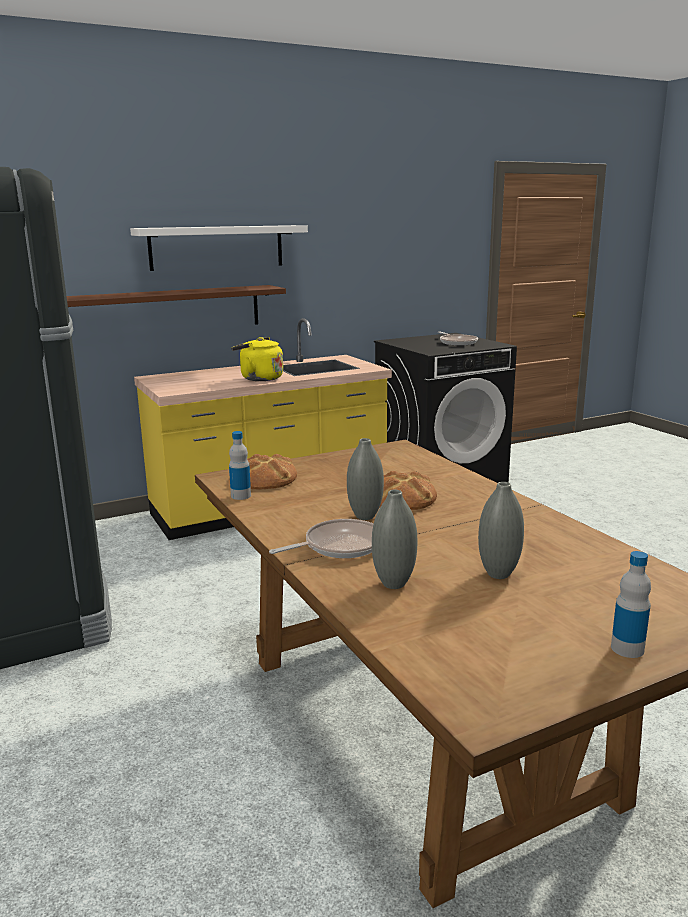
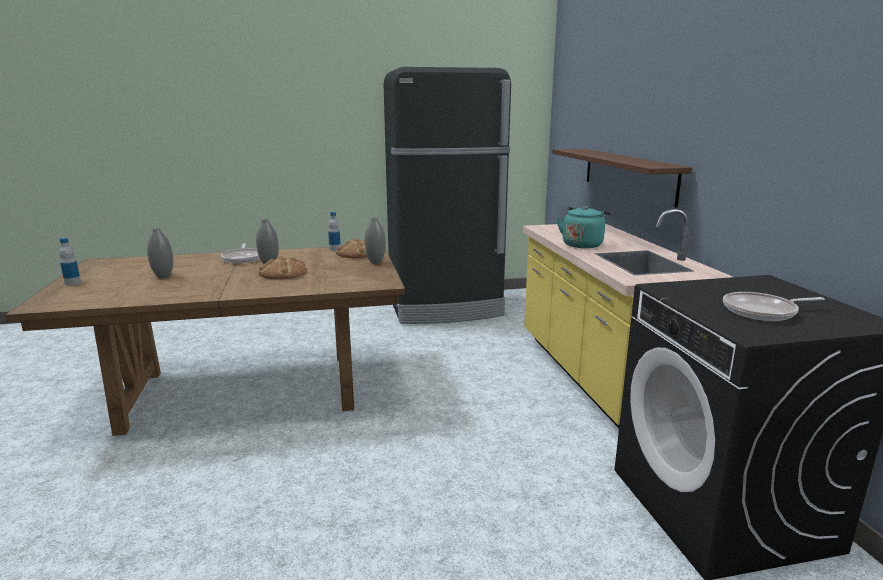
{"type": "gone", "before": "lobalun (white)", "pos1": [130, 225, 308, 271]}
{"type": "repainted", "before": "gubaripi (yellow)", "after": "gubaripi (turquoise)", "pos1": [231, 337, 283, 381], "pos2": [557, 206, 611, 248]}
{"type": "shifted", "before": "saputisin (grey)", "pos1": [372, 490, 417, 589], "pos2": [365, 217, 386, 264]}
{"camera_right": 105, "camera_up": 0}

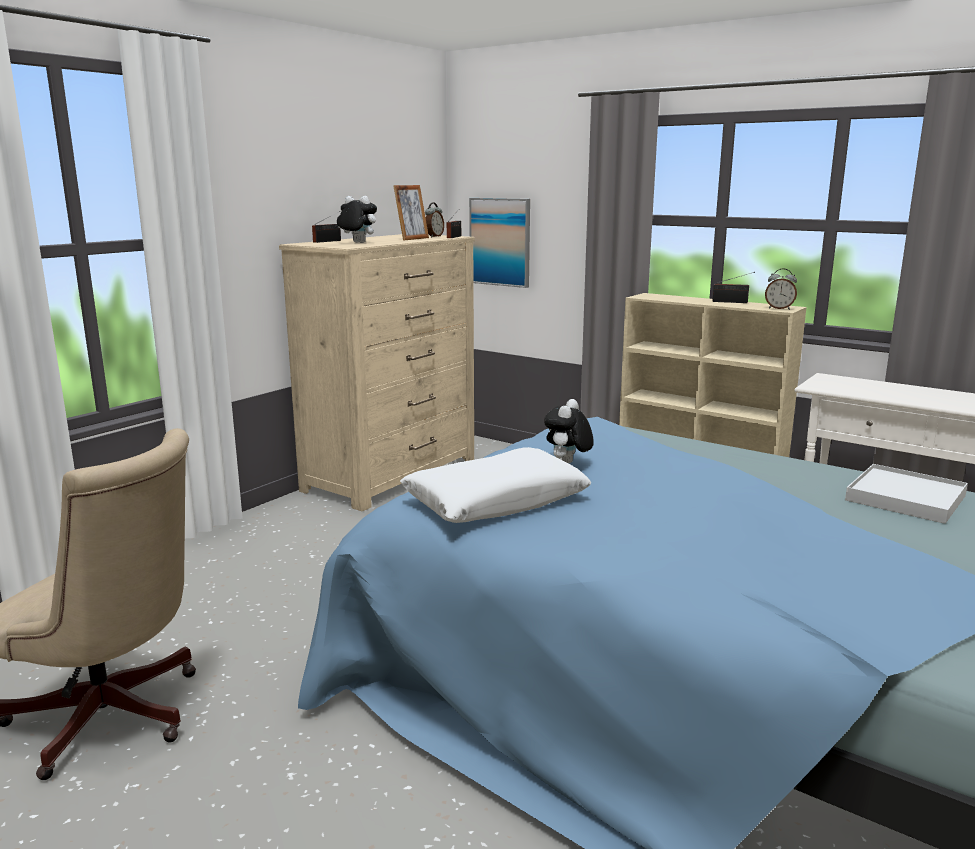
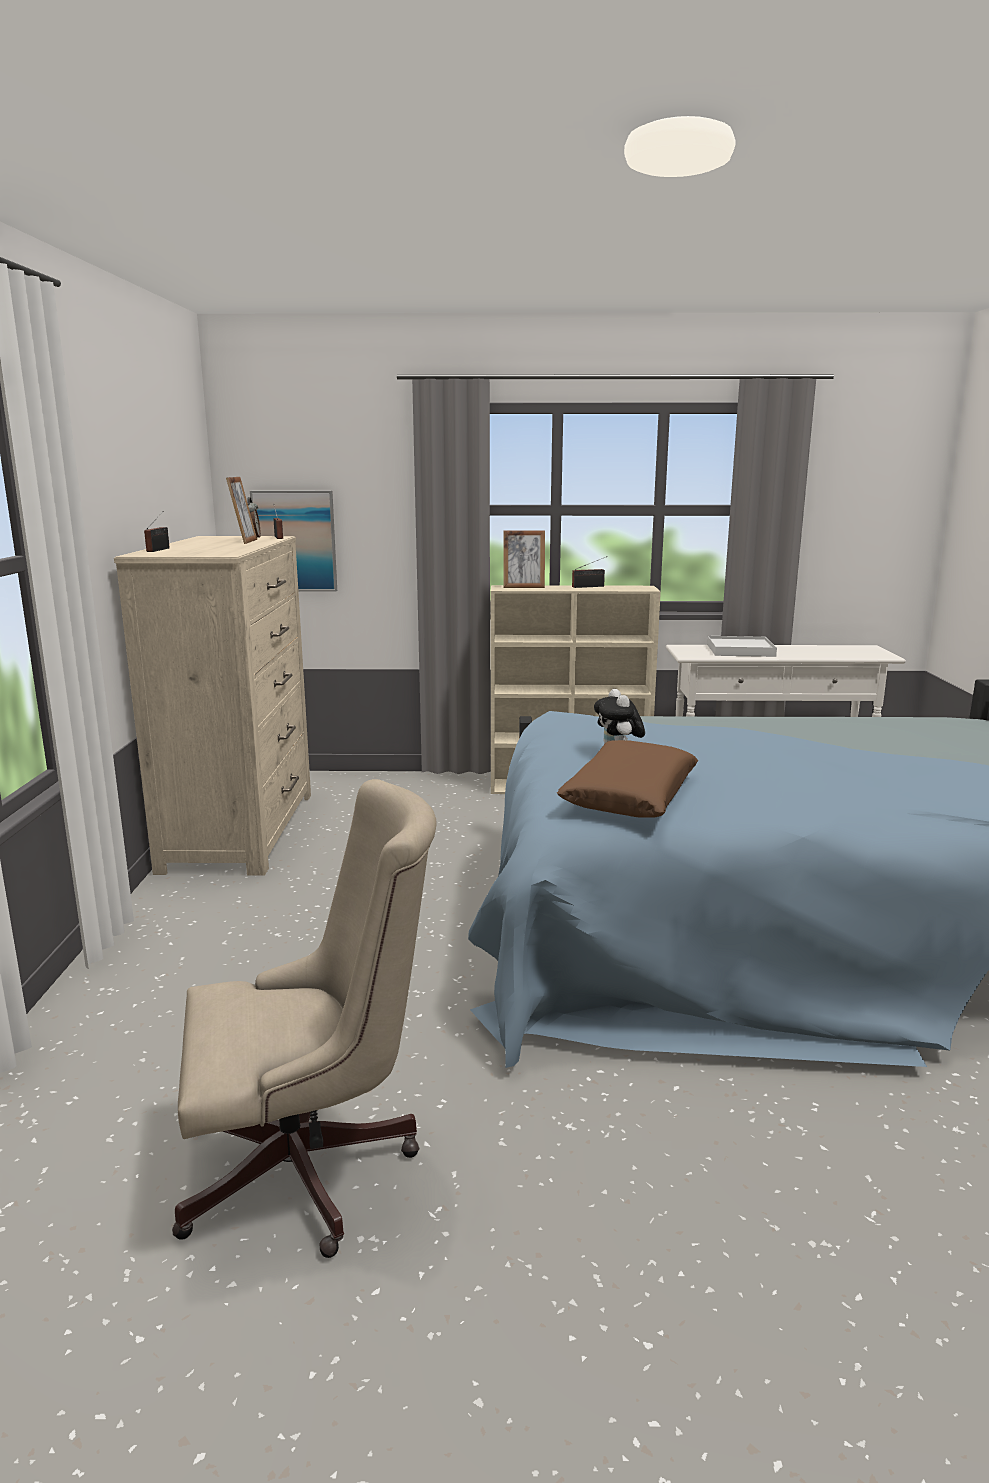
{"type": "gone", "before": "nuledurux", "pos1": [337, 196, 377, 243]}
{"type": "gone", "before": "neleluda", "pos1": [765, 269, 797, 310]}
{"type": "repainted", "before": "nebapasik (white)", "after": "nebapasik (brown)", "pos1": [400, 447, 591, 523], "pos2": [557, 740, 698, 818]}
{"type": "shifted", "before": "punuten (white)", "pos1": [845, 464, 968, 524], "pos2": [707, 636, 777, 657]}
{"type": "new", "after": "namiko", "pos2": [503, 531, 545, 588]}
{"camera_right": -35, "camera_up": 0}

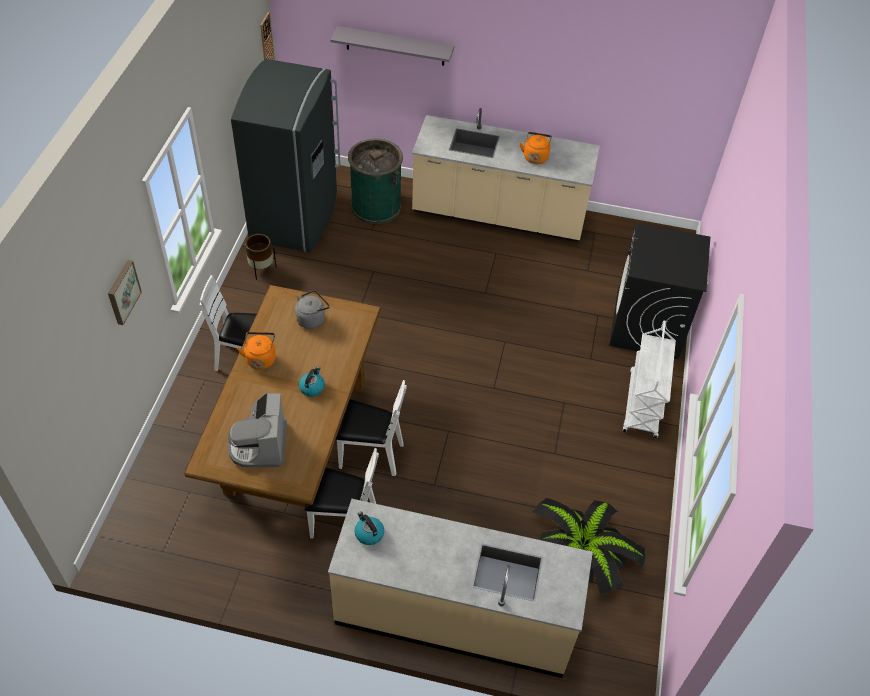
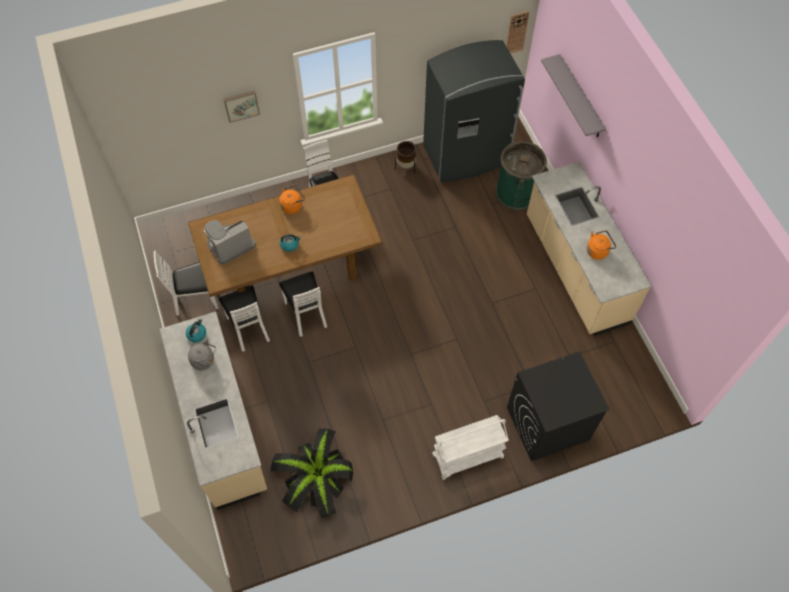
{"type": "shifted", "before": "gubaripi (grey)", "pos1": [295, 290, 330, 329], "pos2": [188, 339, 216, 370]}
{"type": "new", "after": "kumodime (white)", "pos2": [154, 251, 218, 316]}
{"camera_right": 60, "camera_up": 10}

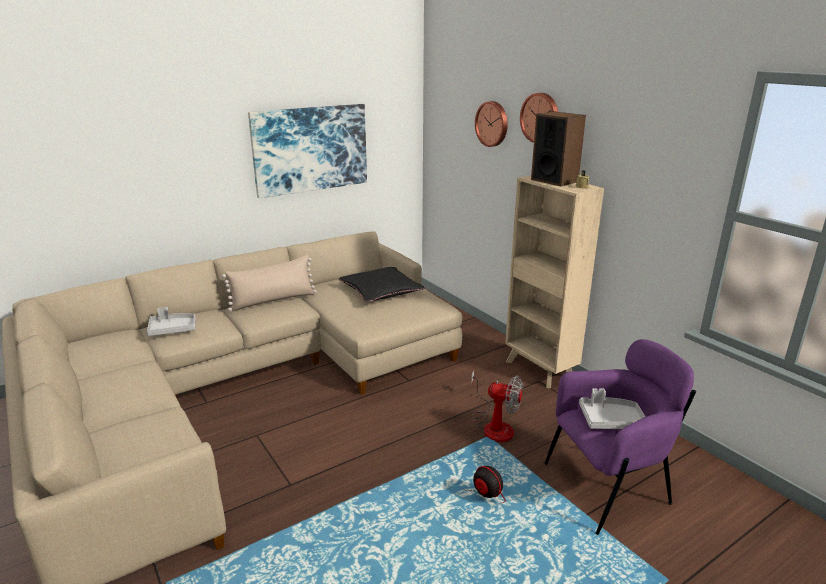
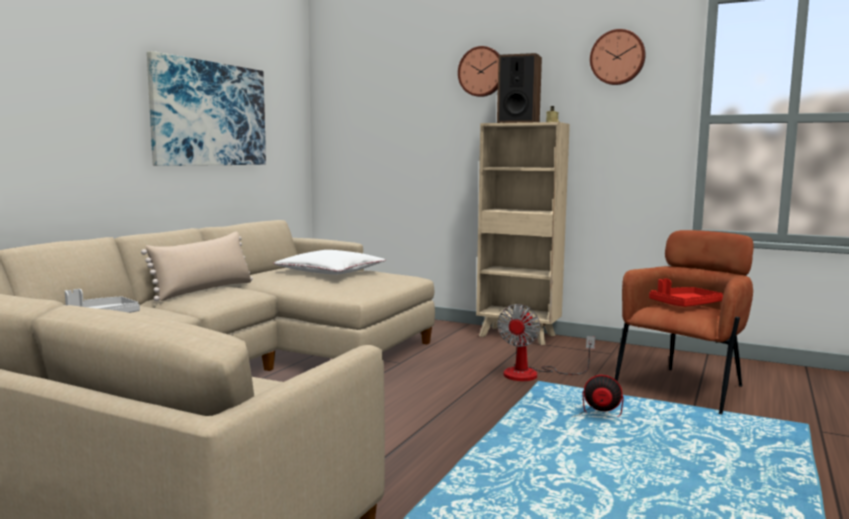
{"type": "shifted", "before": "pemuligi", "pos1": [475, 101, 508, 147], "pos2": [590, 29, 646, 85]}
{"type": "repainted", "before": "nebapasik (black)", "after": "nebapasik (white)", "pos1": [338, 267, 425, 302], "pos2": [273, 250, 386, 274]}
{"type": "repainted", "before": "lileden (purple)", "after": "lileden (brown)", "pos1": [544, 339, 696, 535], "pos2": [615, 230, 754, 414]}
{"type": "rotated", "before": "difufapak", "pos1": [471, 371, 523, 442], "pos2": [497, 304, 595, 381], "turn": 120}
{"type": "repainted", "before": "punuten (grey)", "after": "punuten (red)", "pos1": [579, 389, 645, 429], "pos2": [649, 279, 723, 307]}
{"camera_right": -30, "camera_up": -15}

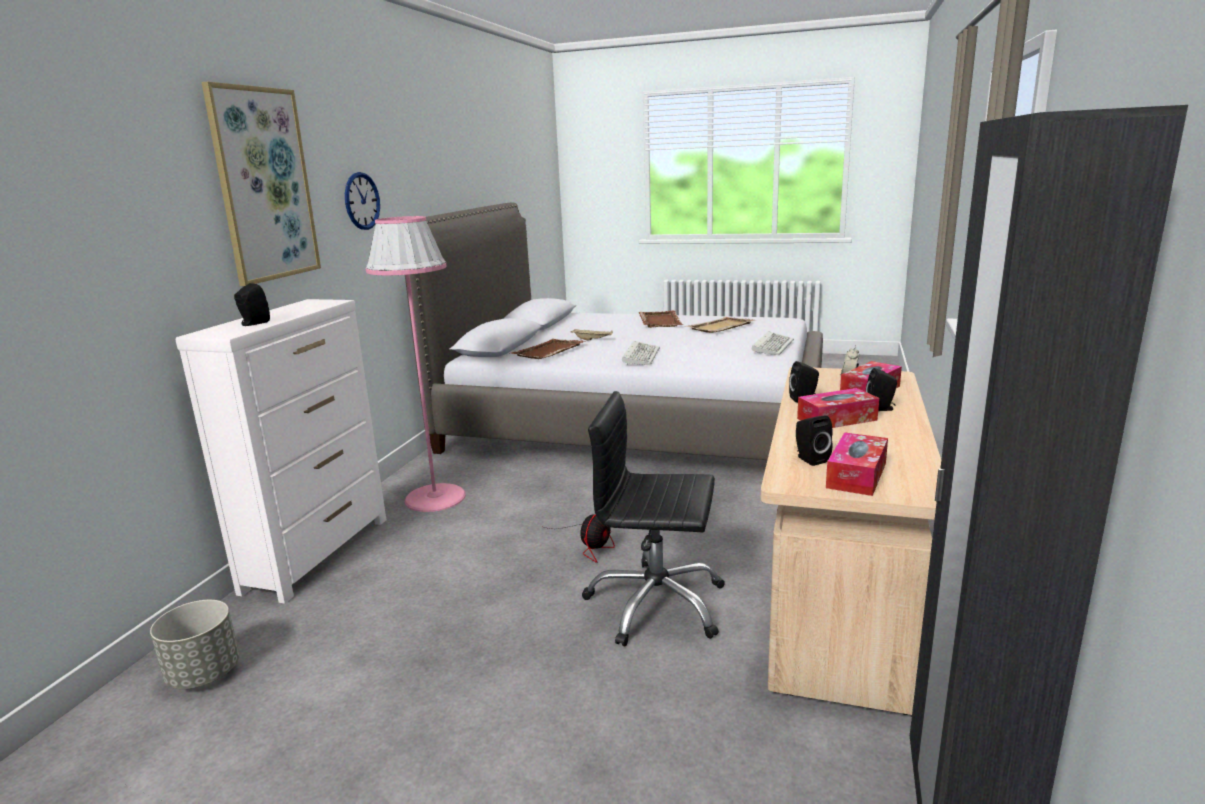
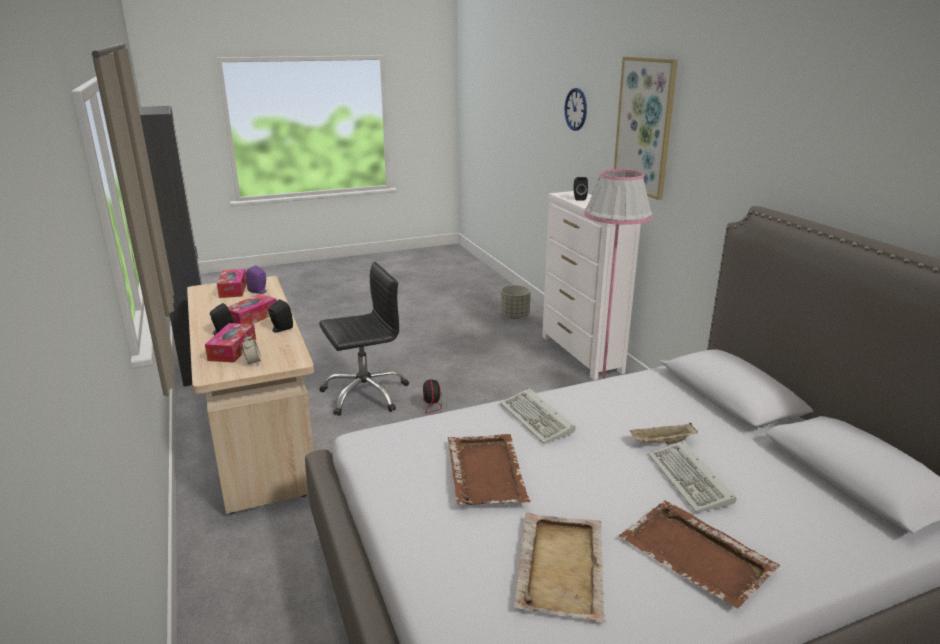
{"type": "shifted", "before": "pemuligi", "pos1": [345, 172, 380, 230], "pos2": [565, 88, 587, 131]}
{"type": "shifted", "before": "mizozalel", "pos1": [752, 331, 794, 355], "pos2": [648, 441, 737, 513]}
{"type": "shifted", "before": "punuten (brown)", "pos1": [511, 339, 586, 359], "pos2": [448, 434, 531, 505]}
{"type": "repainted", "before": "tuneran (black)", "after": "tuneran (purple)", "pos1": [796, 416, 833, 466], "pos2": [246, 265, 267, 294]}
{"camera_right": 140, "camera_up": 5}

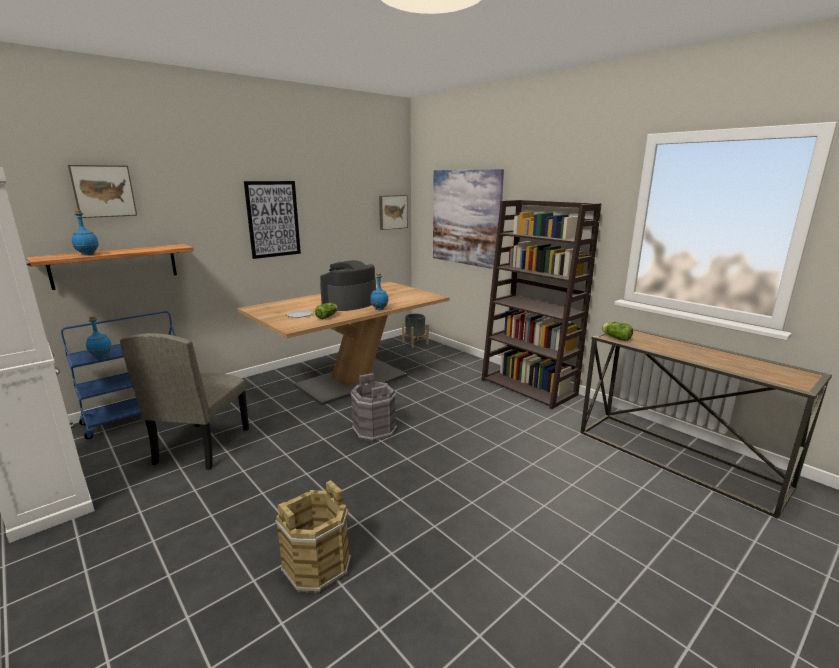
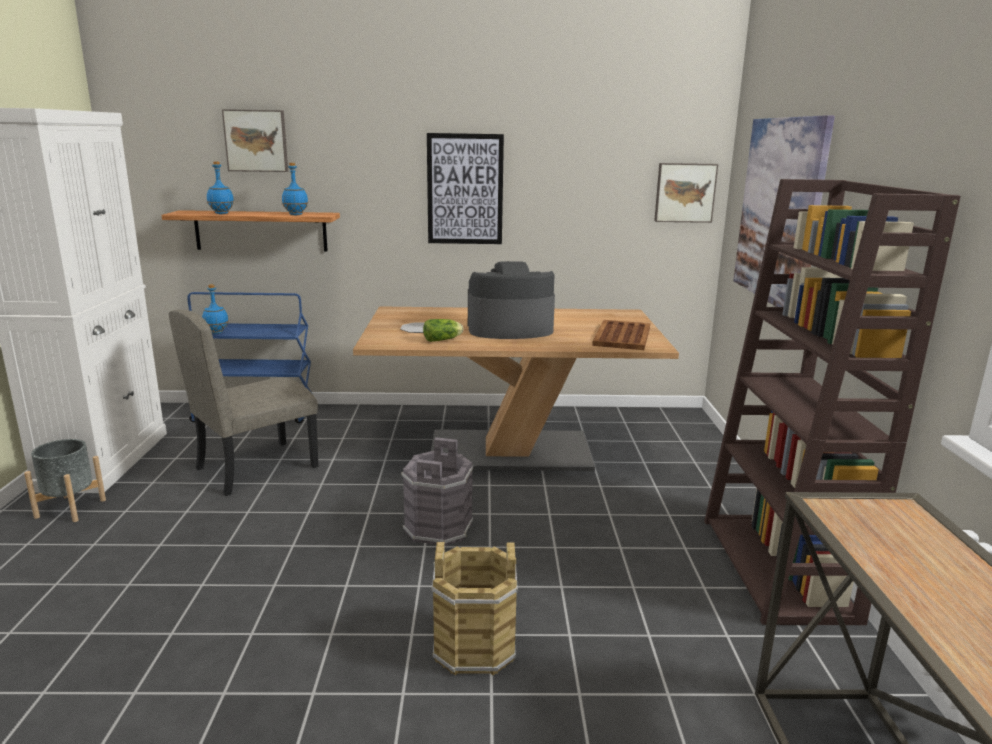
{"type": "shifted", "before": "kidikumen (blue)", "pos1": [370, 273, 388, 310], "pos2": [282, 163, 308, 215]}
{"type": "shifted", "before": "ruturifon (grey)", "pos1": [402, 313, 429, 348], "pos2": [24, 439, 106, 522]}
{"type": "gone", "before": "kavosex", "pos1": [602, 322, 633, 341]}
{"type": "shifted", "before": "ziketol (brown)", "pos1": [275, 480, 351, 593], "pos2": [431, 542, 518, 675]}
{"type": "new", "after": "punuten (brown)", "pos2": [592, 320, 650, 350]}
{"camera_right": 40, "camera_up": 0}

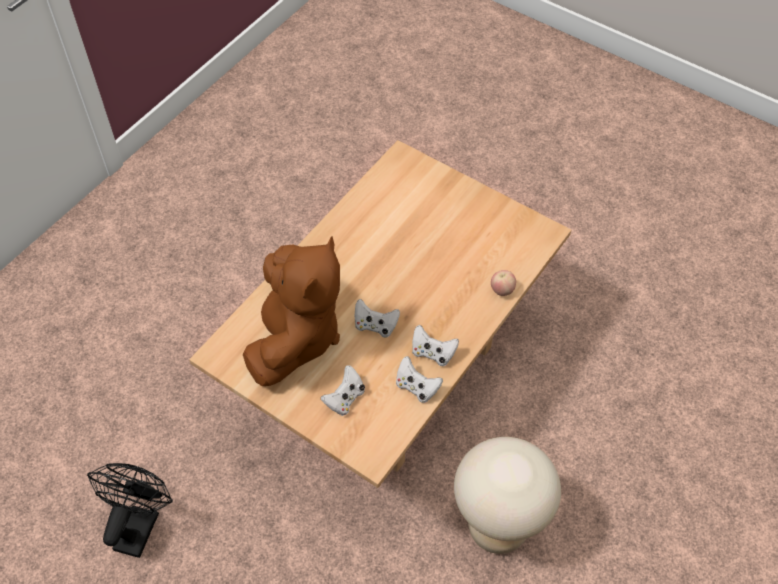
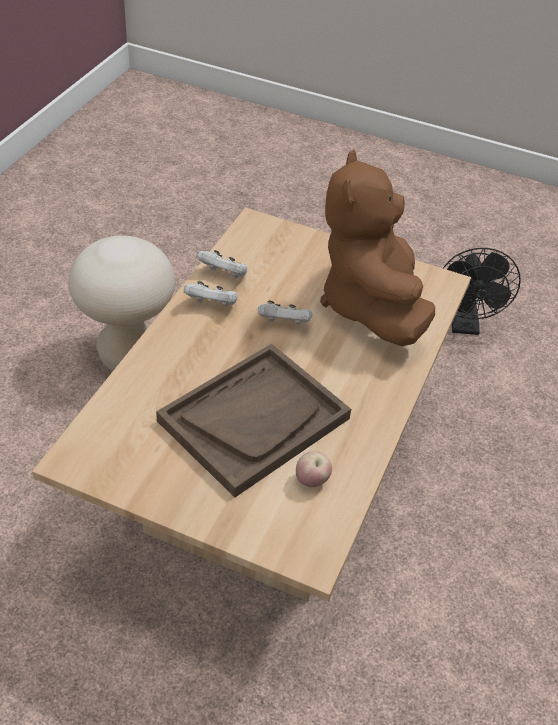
{"type": "shifted", "before": "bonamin", "pos1": [491, 270, 516, 296], "pos2": [296, 451, 332, 487]}
{"type": "gone", "before": "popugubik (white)", "pos1": [321, 366, 365, 416]}
{"type": "new", "after": "punuten (brown)", "pos2": [156, 344, 351, 497]}
{"camera_right": 165, "camera_up": -10}

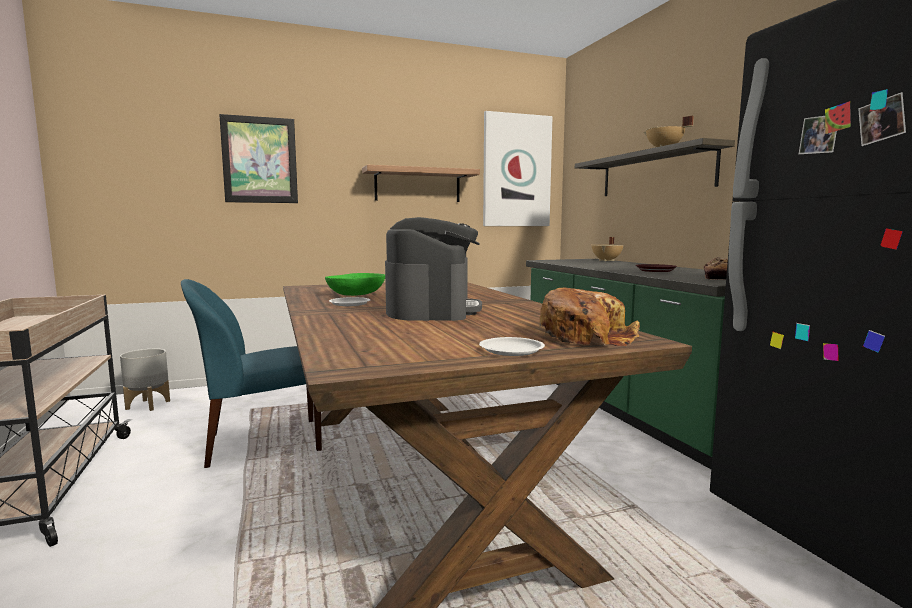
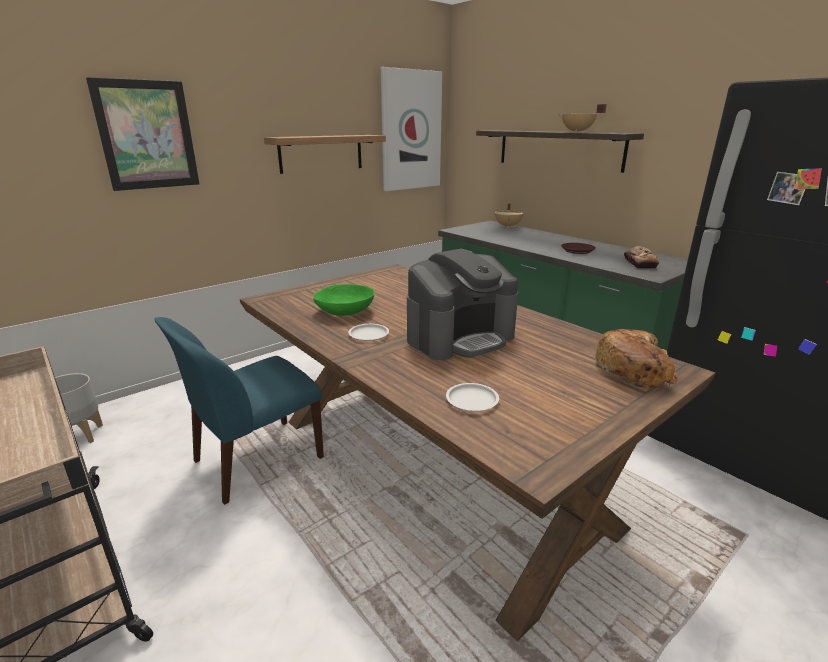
{"type": "rotated", "before": "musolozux", "pos1": [385, 217, 482, 321], "pos2": [407, 249, 518, 360], "turn": 75}
{"type": "shifted", "before": "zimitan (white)", "pos1": [479, 337, 545, 356], "pos2": [446, 383, 499, 411]}
{"camera_right": -20, "camera_up": 15}

